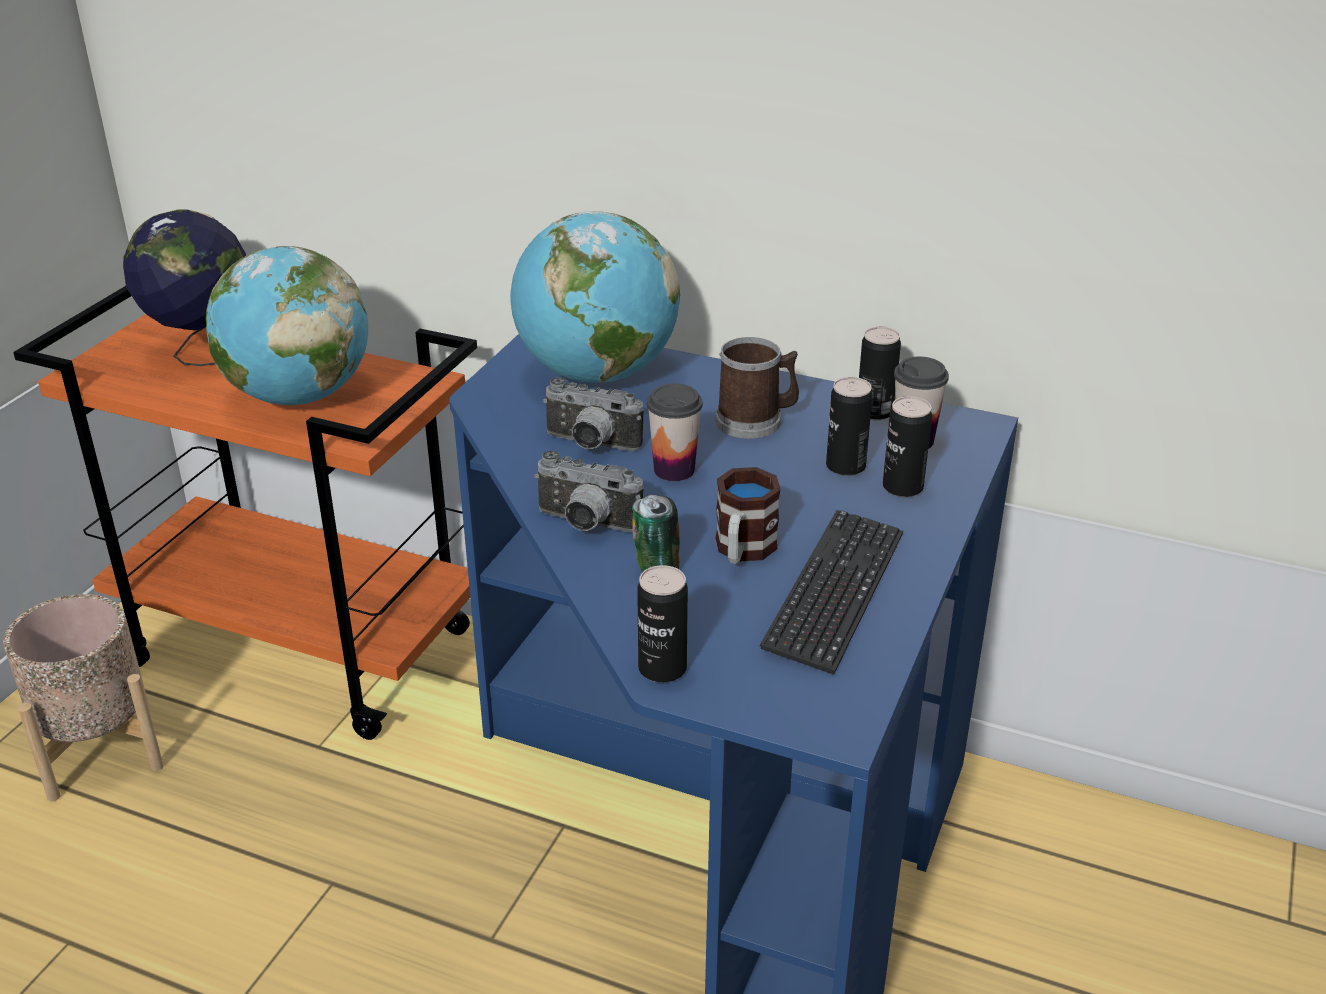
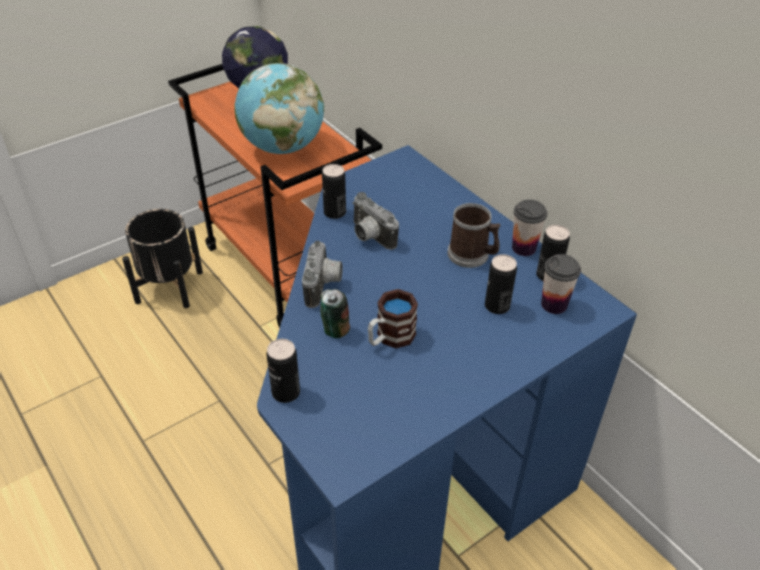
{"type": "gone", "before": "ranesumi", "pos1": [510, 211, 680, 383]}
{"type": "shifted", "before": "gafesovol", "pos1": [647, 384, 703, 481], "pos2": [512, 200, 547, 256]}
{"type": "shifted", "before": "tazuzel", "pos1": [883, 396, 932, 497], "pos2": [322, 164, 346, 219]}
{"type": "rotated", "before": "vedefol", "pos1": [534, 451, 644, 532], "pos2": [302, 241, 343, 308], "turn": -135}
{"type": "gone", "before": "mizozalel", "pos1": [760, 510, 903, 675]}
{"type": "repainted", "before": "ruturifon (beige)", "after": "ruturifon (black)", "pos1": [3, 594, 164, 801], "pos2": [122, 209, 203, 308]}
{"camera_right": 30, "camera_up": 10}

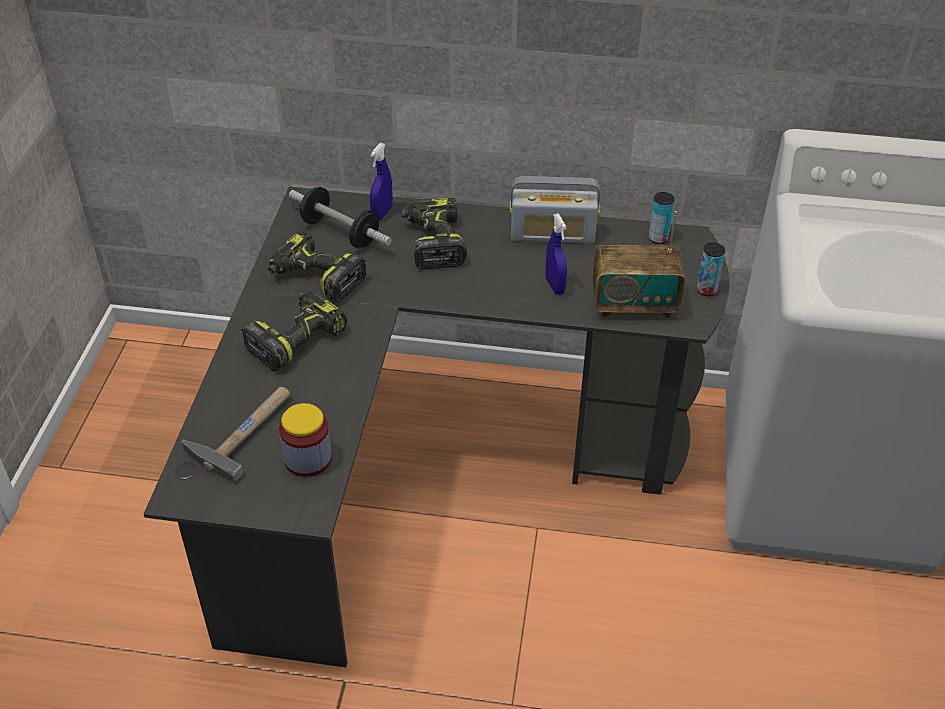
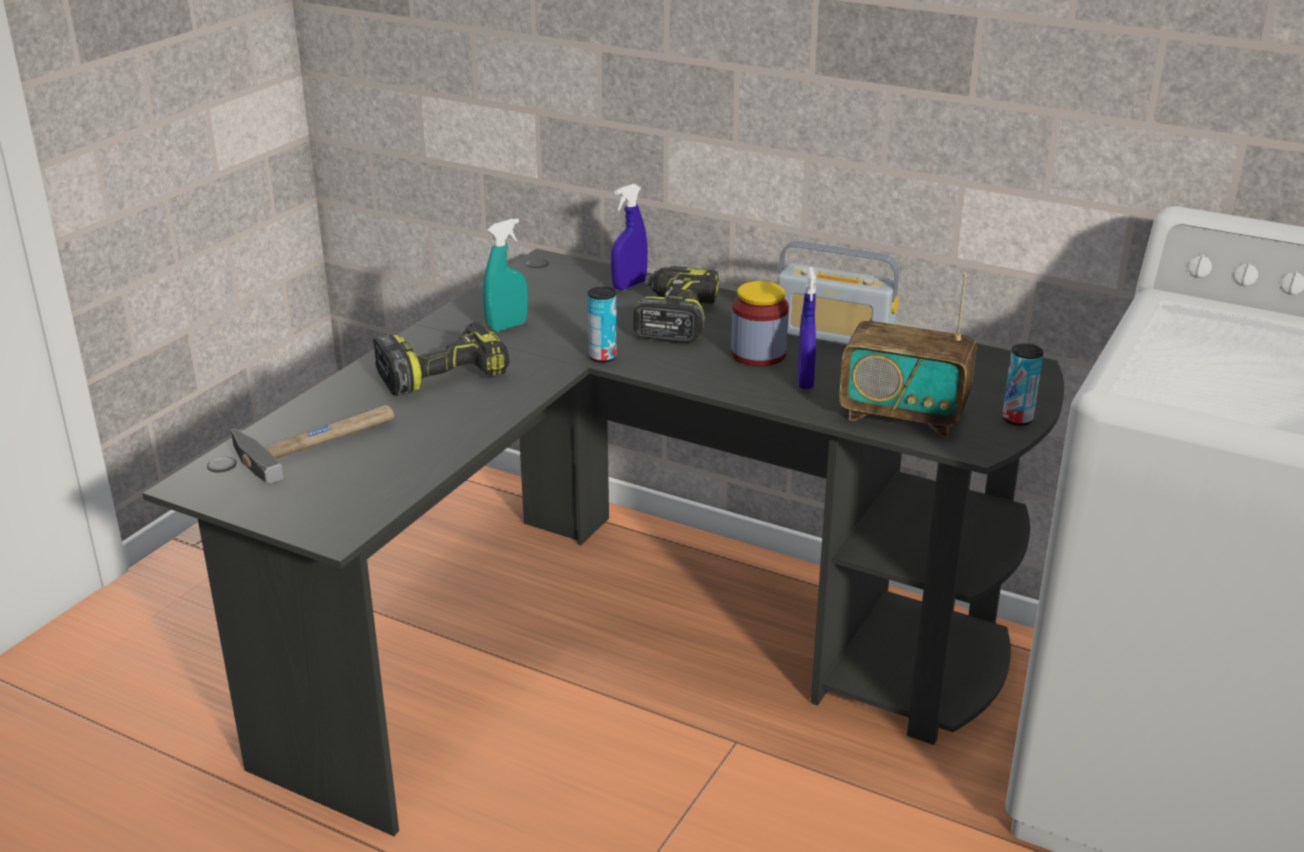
{"type": "gone", "before": "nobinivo", "pos1": [289, 187, 392, 248]}
{"type": "shifted", "before": "tazuzel", "pos1": [649, 192, 675, 244], "pos2": [588, 287, 617, 363]}
{"type": "swapped", "before": "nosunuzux", "after": "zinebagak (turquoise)", "pos1": [268, 230, 366, 302], "pos2": [483, 218, 528, 332]}
{"type": "shifted", "before": "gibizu", "pos1": [279, 403, 332, 477], "pos2": [731, 281, 789, 366]}
{"camera_right": 20, "camera_up": -15}

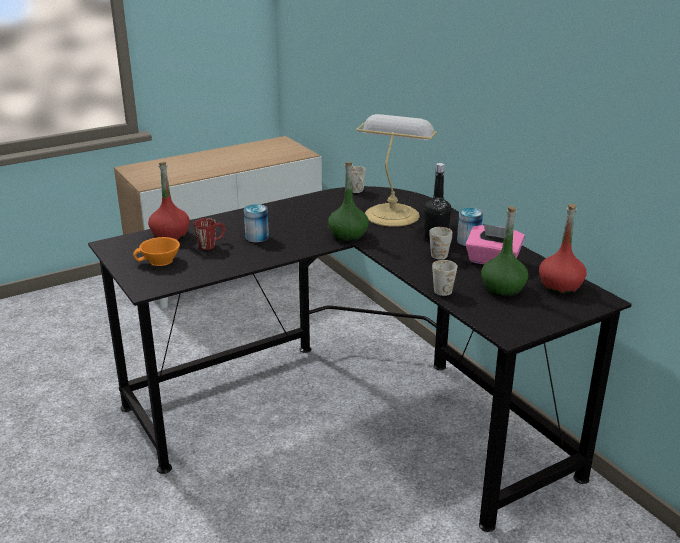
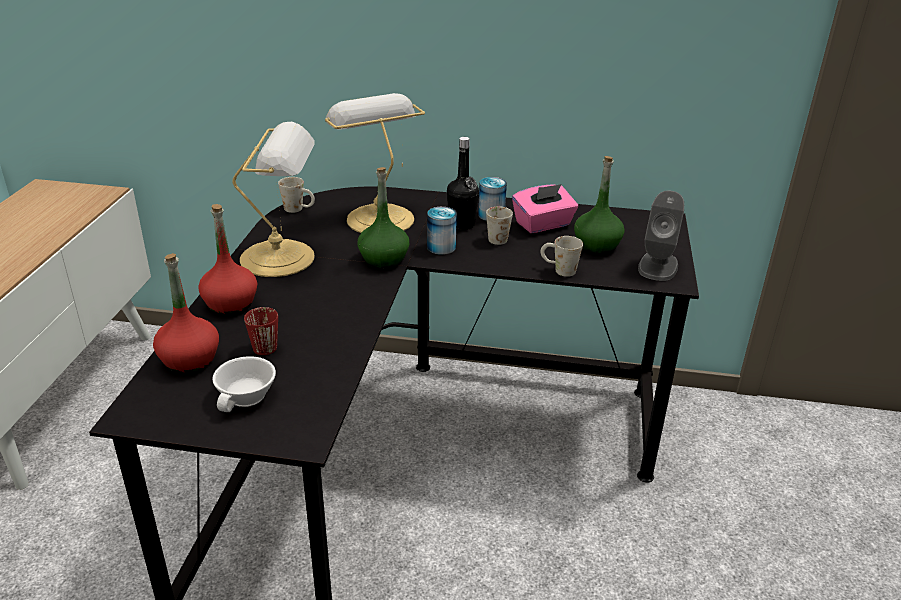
{"type": "shifted", "before": "tazuzel", "pos1": [244, 204, 269, 242], "pos2": [427, 207, 457, 255]}
{"type": "shifted", "before": "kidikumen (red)", "pos1": [539, 204, 587, 294], "pos2": [198, 204, 257, 315]}
{"type": "repainted", "before": "gafesovol (orange)", "after": "gafesovol (white)", "pos1": [133, 237, 180, 266], "pos2": [213, 356, 276, 412]}
{"type": "new", "after": "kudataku", "pos2": [232, 122, 315, 277]}
{"type": "new", "after": "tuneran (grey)", "pos2": [638, 190, 684, 281]}
{"camera_right": -50, "camera_up": 5}

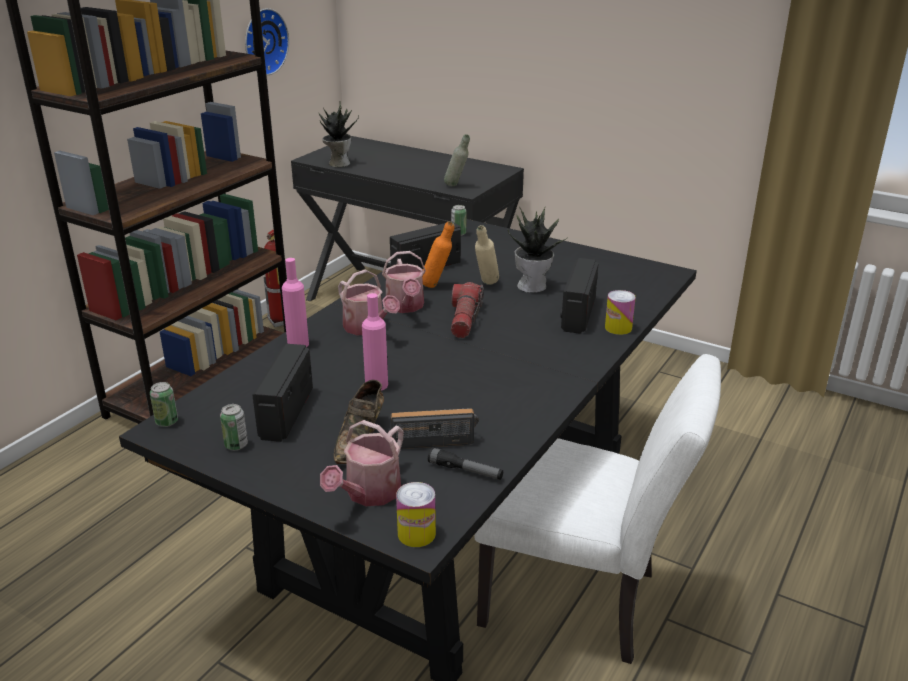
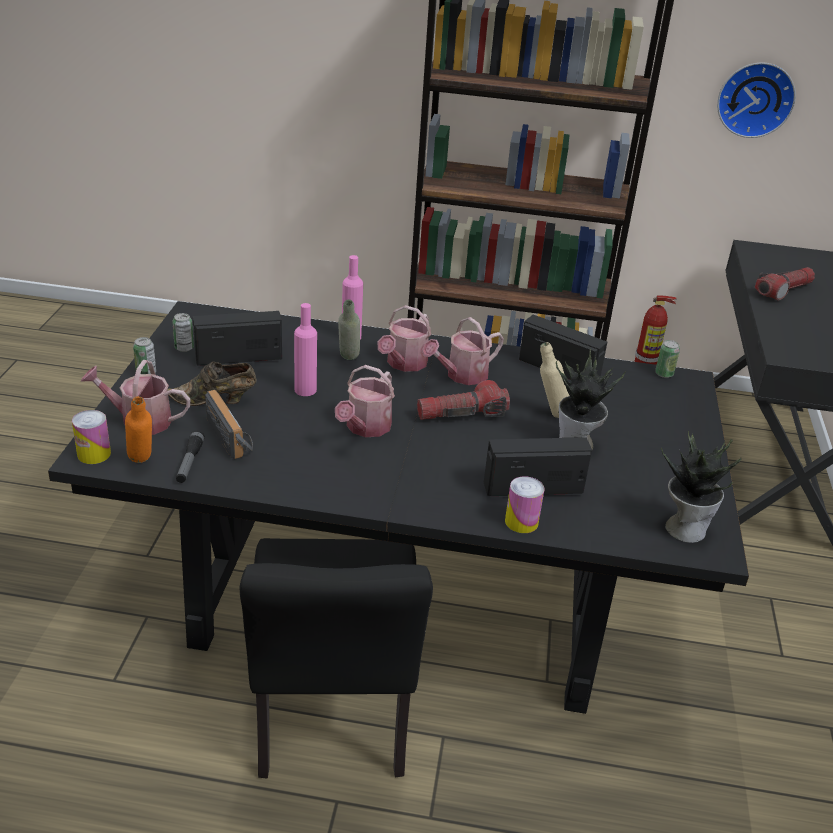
{"type": "shifted", "before": "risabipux", "pos1": [318, 101, 359, 167], "pos2": [661, 431, 741, 543]}
{"type": "shifted", "before": "kidikumen (grey)", "pos1": [444, 134, 470, 186], "pos2": [338, 299, 360, 360]}
{"type": "shifted", "before": "kidikumen (orange)", "pos1": [422, 221, 455, 288], "pos2": [125, 396, 152, 463]}
{"type": "repainted", "before": "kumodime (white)", "after": "kumodime (black)", "pos1": [475, 354, 721, 664], "pos2": [240, 538, 433, 779]}
{"type": "shifted", "before": "tazuzel", "pos1": [150, 382, 178, 427], "pos2": [133, 337, 156, 374]}
{"type": "new", "after": "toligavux", "pos2": [755, 267, 815, 301]}
{"type": "new", "after": "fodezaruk", "pos2": [335, 365, 395, 437]}
{"camera_right": 65, "camera_up": 5}

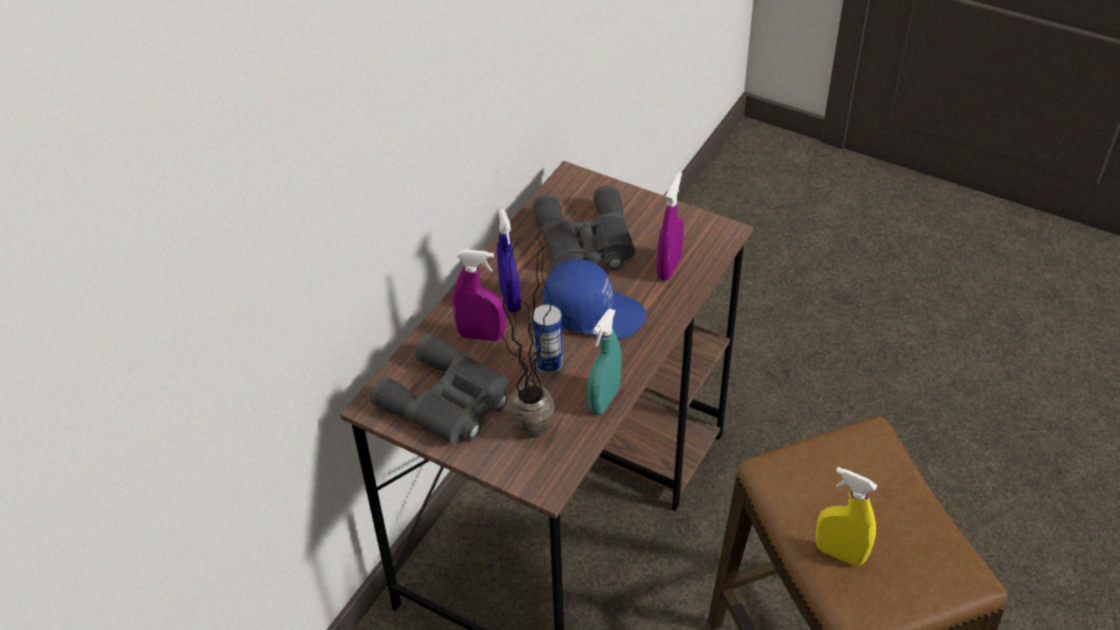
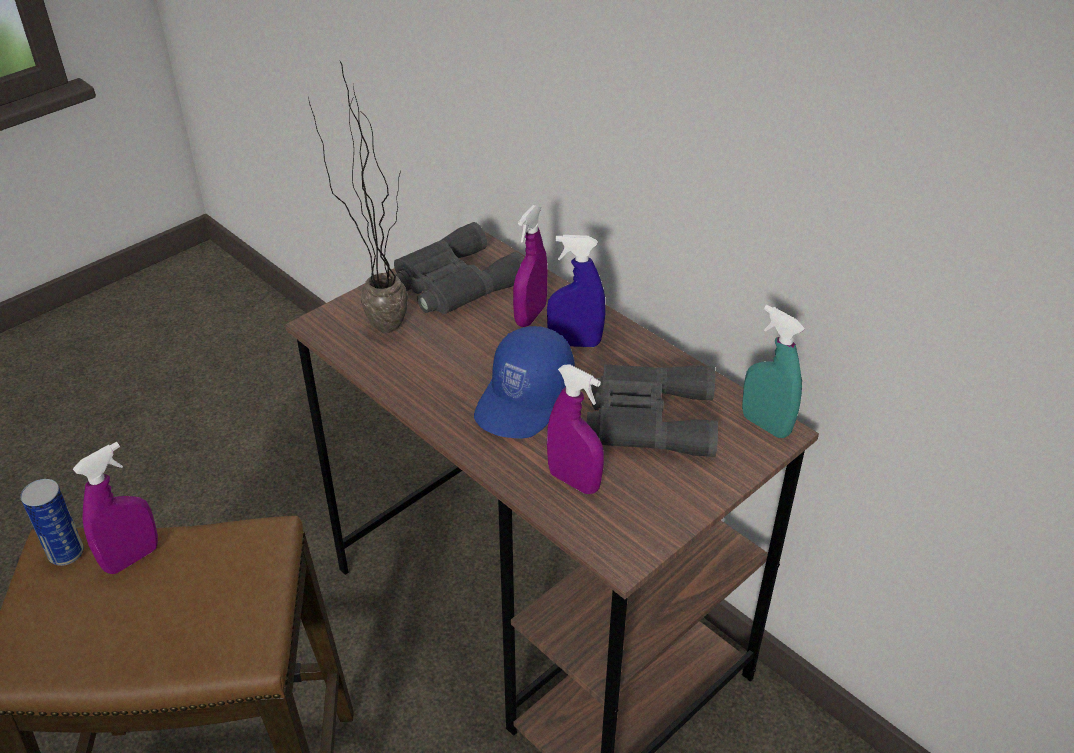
{"type": "shifted", "before": "tazuzel", "pos1": [533, 304, 563, 374], "pos2": [20, 479, 84, 566]}
{"type": "shifted", "before": "zinebagak (turquoise)", "pos1": [587, 309, 621, 415], "pos2": [742, 305, 805, 438]}
{"type": "repainted", "before": "zinebagak (yellow)", "after": "zinebagak (purple)", "pos1": [816, 467, 877, 567], "pos2": [73, 442, 158, 574]}
{"camera_right": 105, "camera_up": -5}

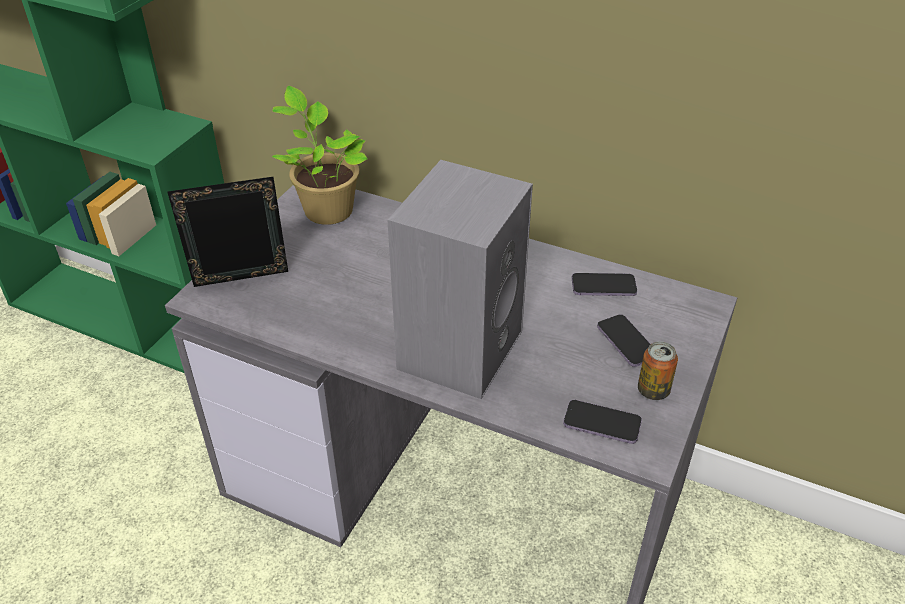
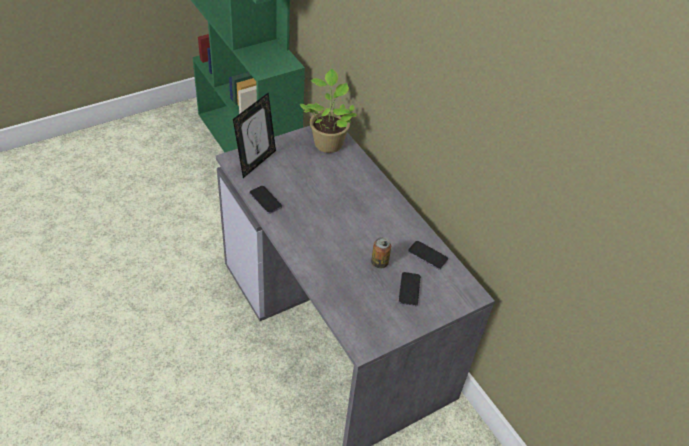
{"type": "gone", "before": "tuneran (grey)", "pos1": [387, 160, 533, 399]}
{"type": "rotated", "before": "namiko", "pos1": [167, 177, 288, 287], "pos2": [233, 92, 276, 178], "turn": 105}
{"type": "shifted", "before": "tazuzel", "pos1": [638, 341, 678, 400], "pos2": [371, 237, 391, 268]}
{"type": "shifted", "before": "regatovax", "pos1": [563, 400, 642, 444], "pos2": [249, 186, 282, 214]}
{"camera_right": 30, "camera_up": 5}

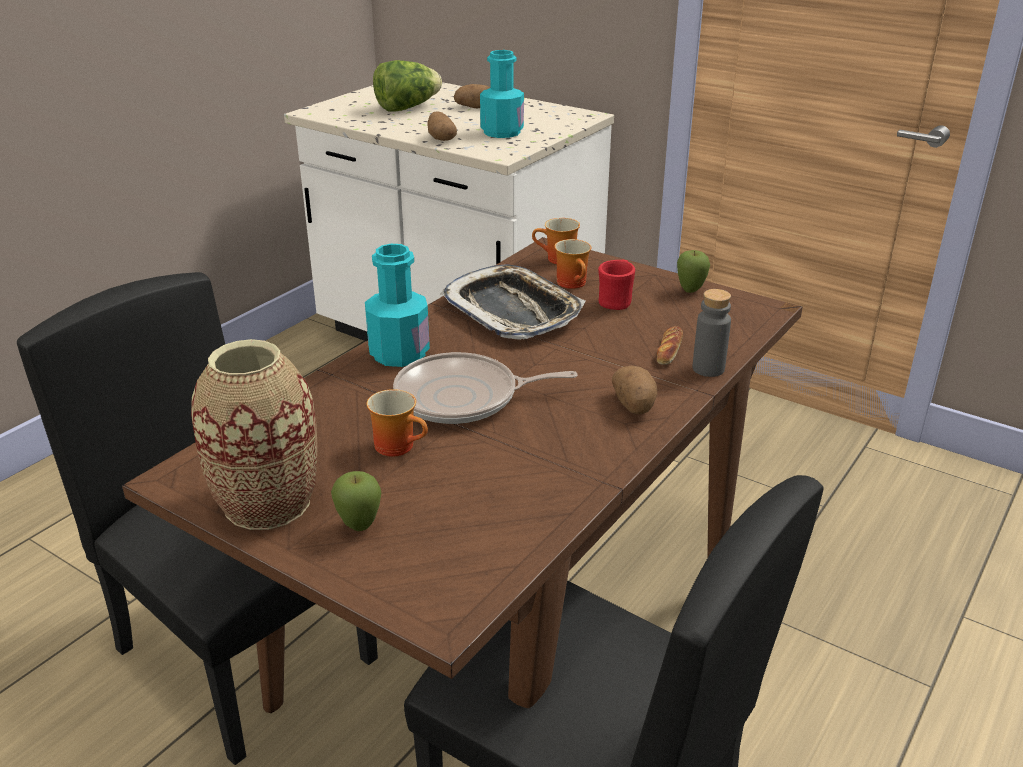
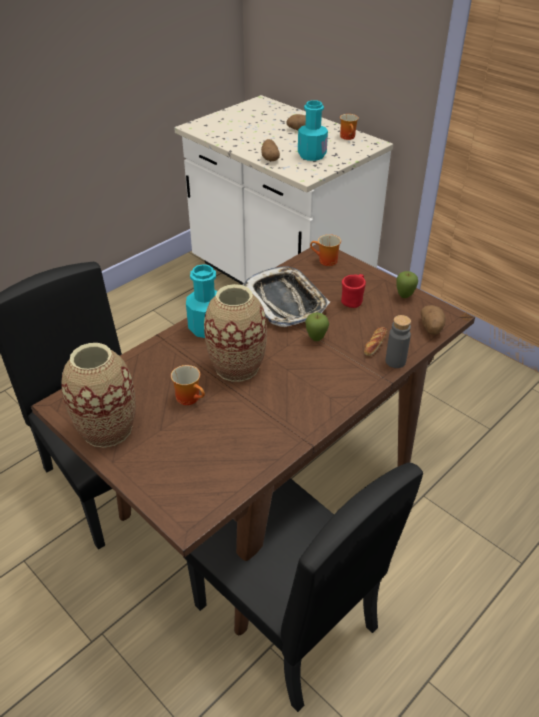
{"type": "gone", "before": "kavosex", "pos1": [373, 60, 442, 111]}
{"type": "shifted", "before": "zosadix", "pos1": [554, 239, 592, 289], "pos2": [340, 114, 359, 140]}
{"type": "swapped", "before": "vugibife", "after": "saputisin", "pos1": [393, 352, 578, 424], "pos2": [204, 284, 267, 382]}
{"type": "shifted", "before": "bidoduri", "pos1": [612, 366, 657, 414], "pos2": [421, 305, 446, 335]}
{"type": "shifted", "before": "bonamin", "pos1": [331, 471, 381, 531], "pos2": [305, 312, 329, 341]}
{"camera_right": 10, "camera_up": 10}

